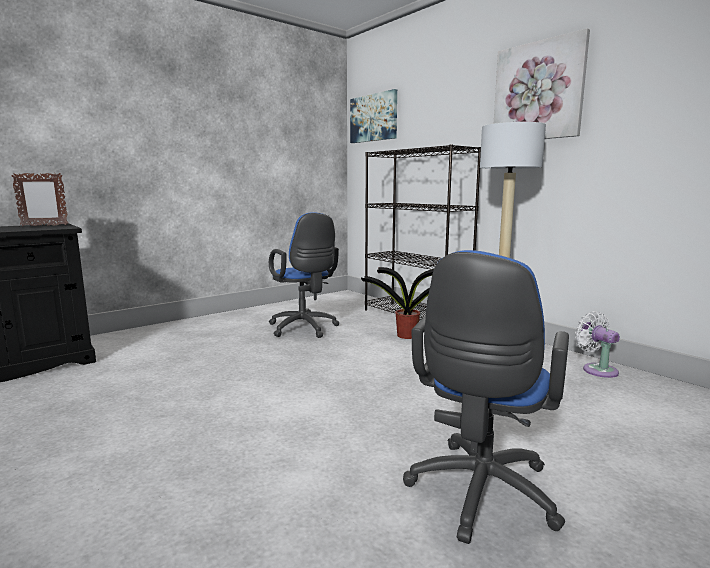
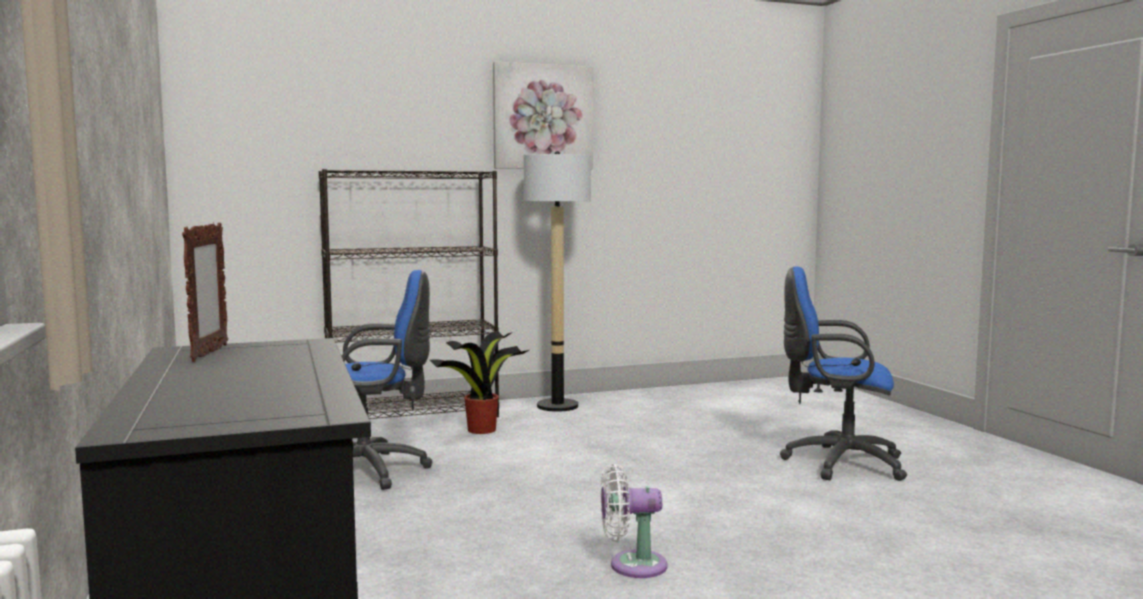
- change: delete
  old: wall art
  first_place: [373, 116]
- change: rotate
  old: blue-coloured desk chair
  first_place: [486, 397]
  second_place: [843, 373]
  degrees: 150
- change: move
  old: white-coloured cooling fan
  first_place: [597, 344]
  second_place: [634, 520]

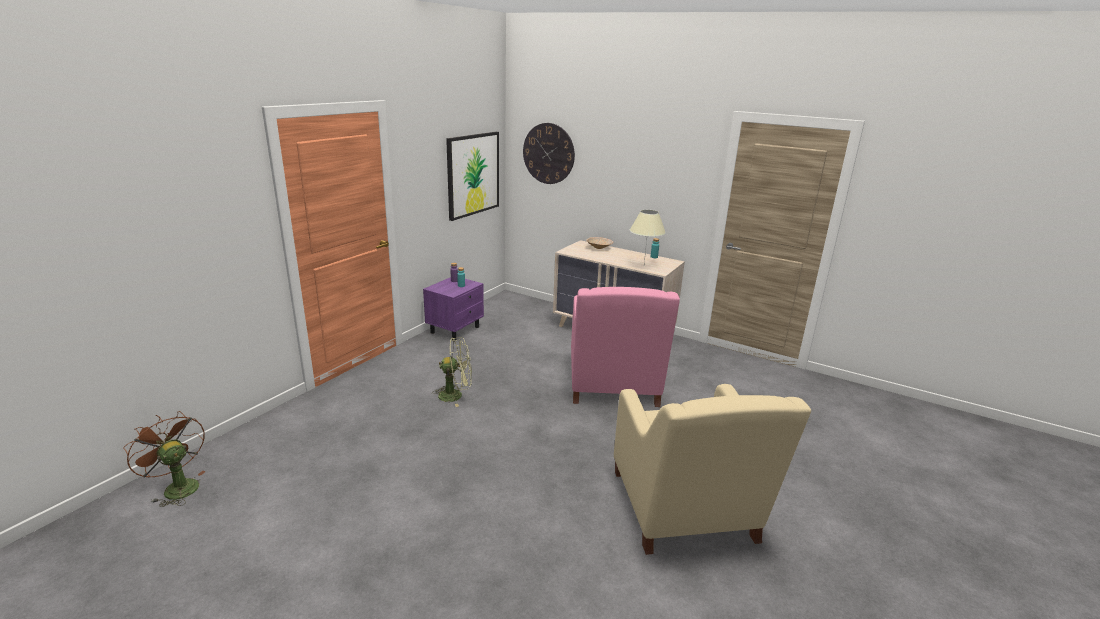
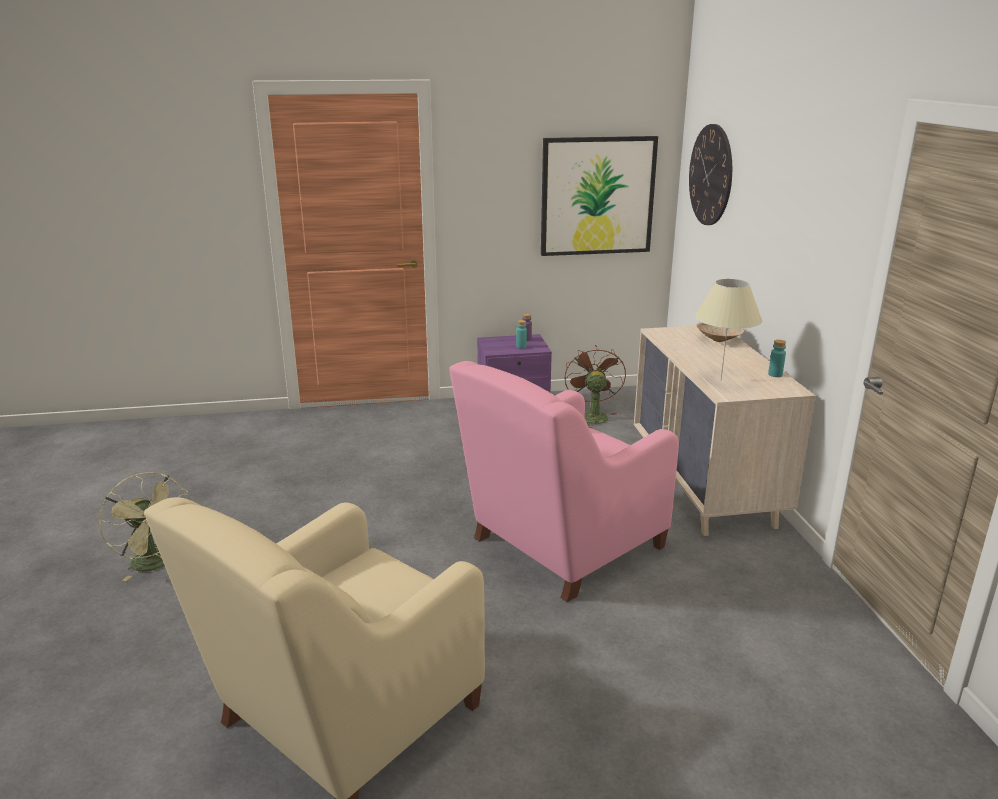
- change: move
  old: brown-coloured cooling fan
  first_place: [164, 459]
  second_place: [595, 386]
- change: move
  old: green cooling fan
  first_place: [452, 372]
  second_place: [143, 526]

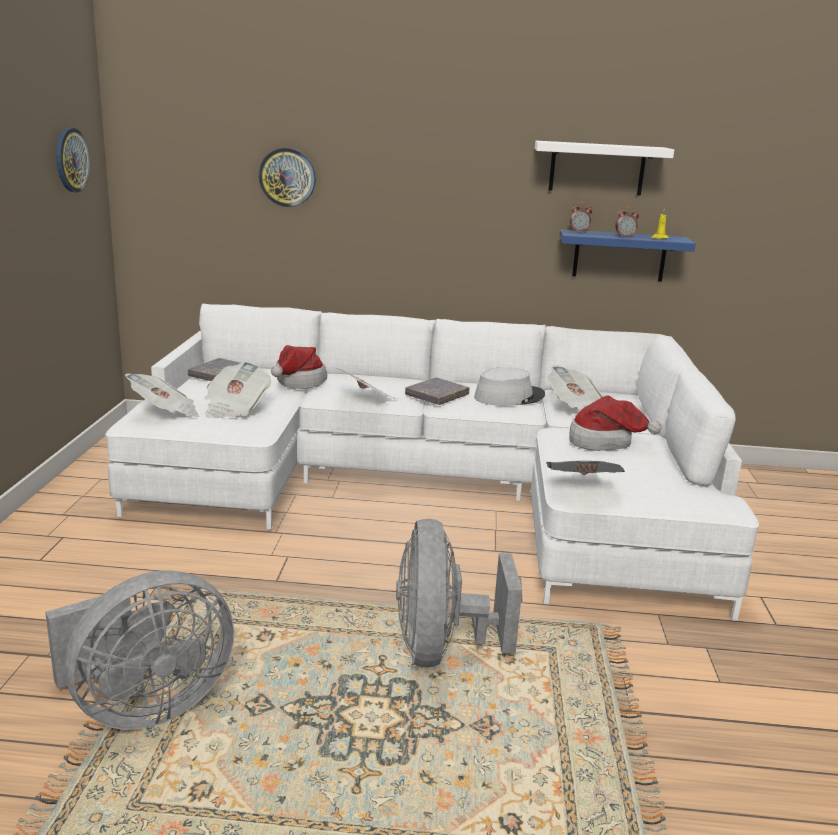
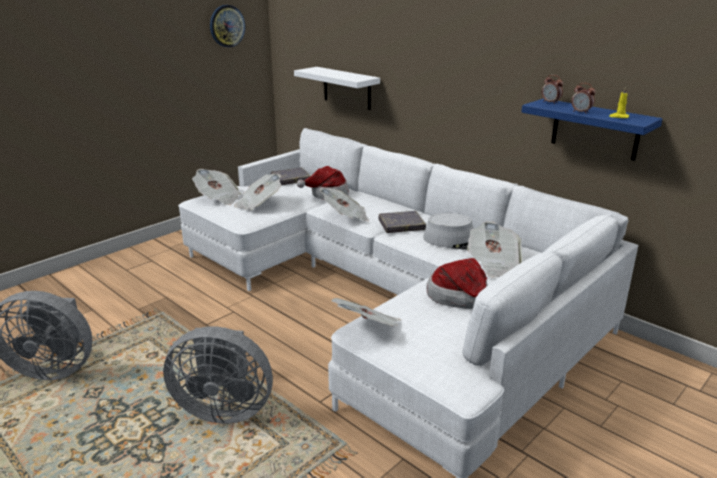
- change: delete
  old: clock on the wall
  first_place: [287, 177]
- change: rotate
  old: grey cooling fan
  first_place: [459, 593]
  second_place: [218, 375]
  degrees: -120
- change: move
  old: white-coloured shelf
  first_place: [604, 168]
  second_place: [337, 88]

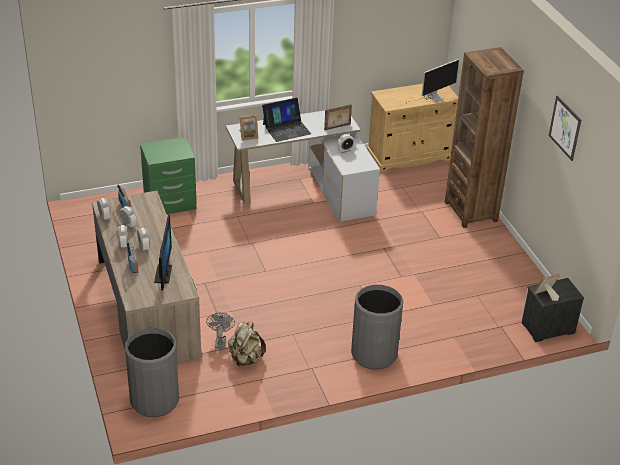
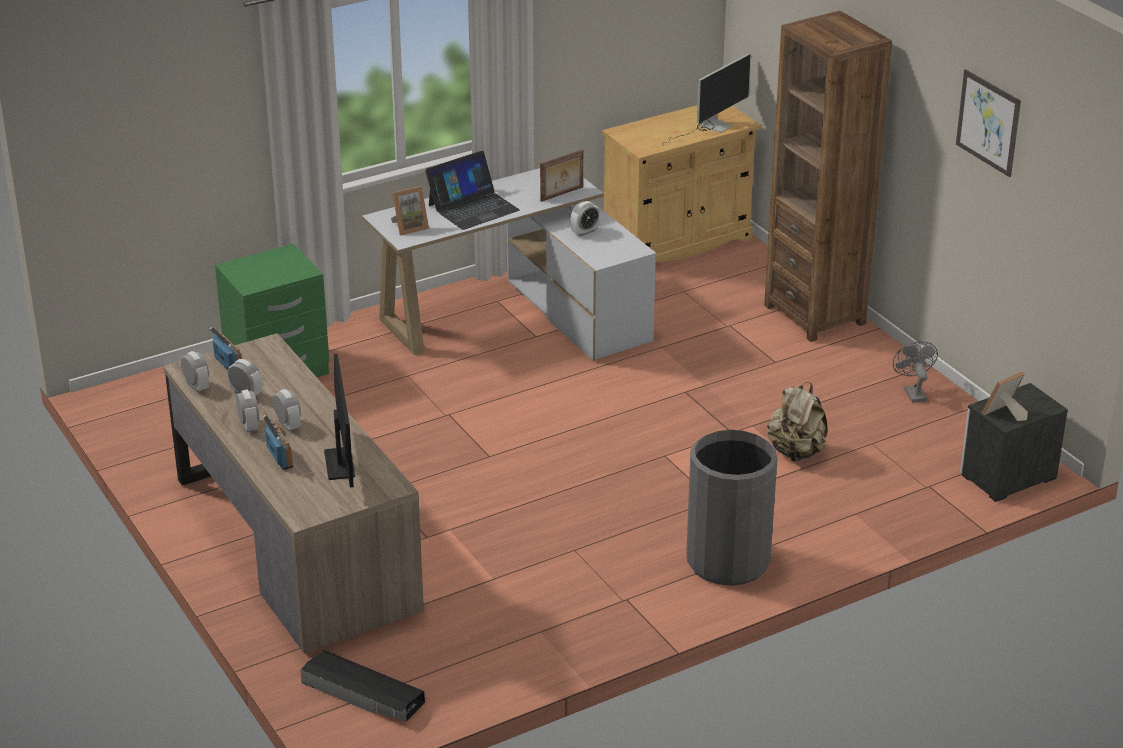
- change: replace
  old: grey rubbish bin
  new: black storage bin
  first_place: [152, 372]
  second_place: [363, 686]
- change: move
  old: grey cooling fan
  first_place: [220, 330]
  second_place: [915, 372]
- change: move
  old: beige-coloured backpack
  first_place: [247, 344]
  second_place: [798, 422]

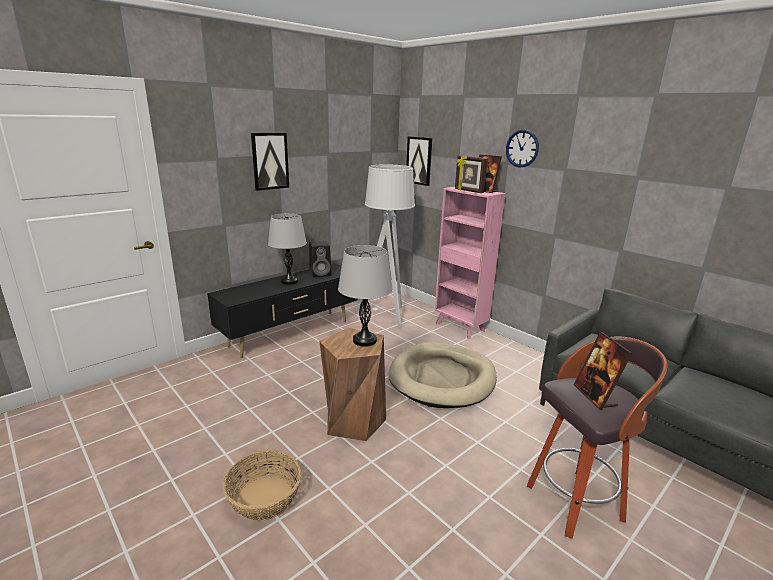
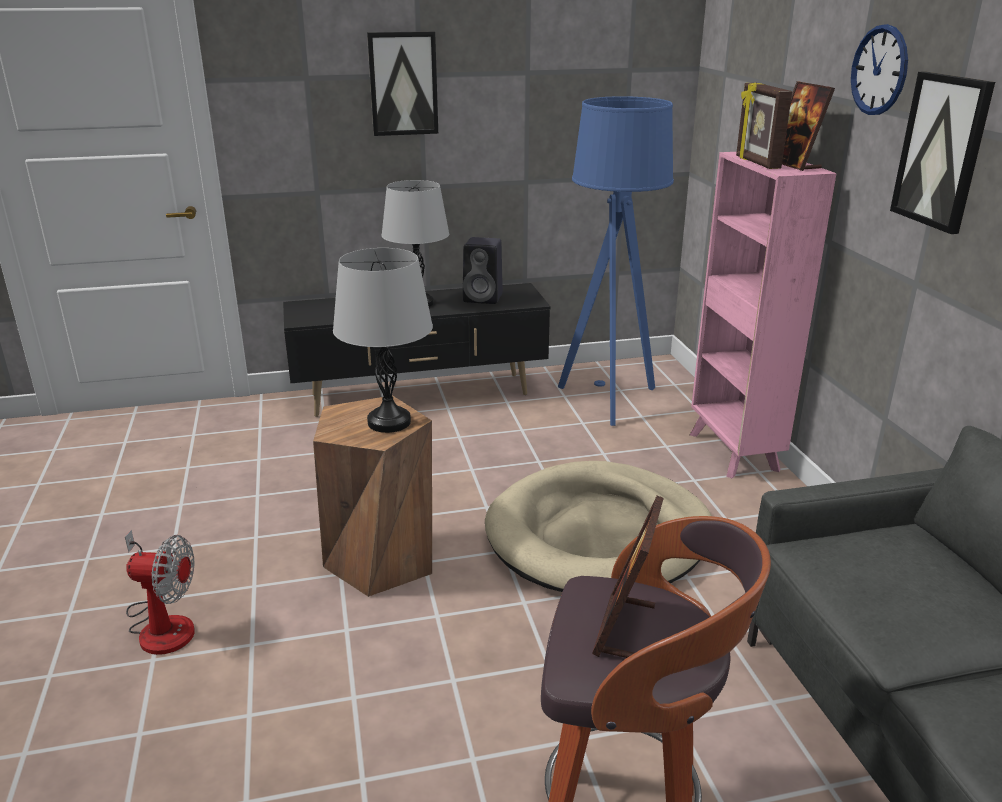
- change: replace
  old: household basket
  new: cooling fan
  first_place: [262, 486]
  second_place: [160, 592]
- change: recolor
  old: grey floor lamp
  new: blue-coloured floor lamp
  first_place: [386, 246]
  second_place: [616, 261]
- change: move
  old: wall art
  first_place: [419, 161]
  second_place: [942, 152]

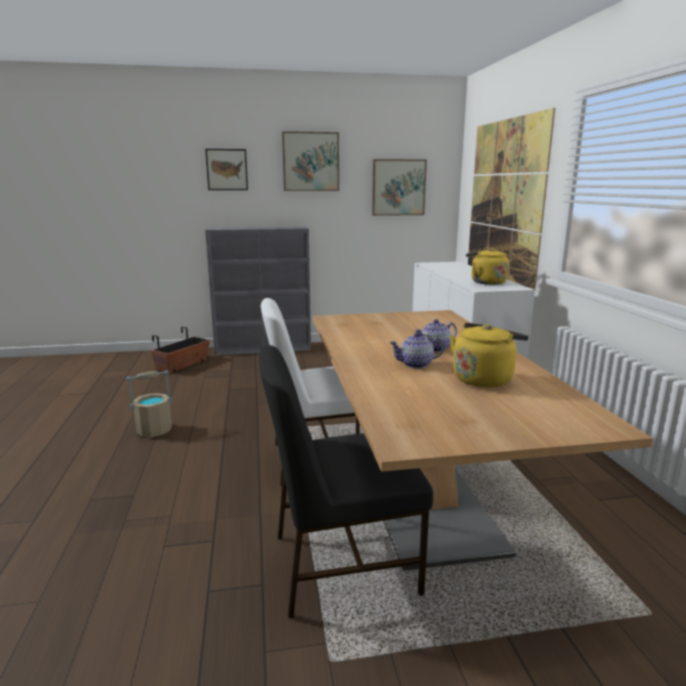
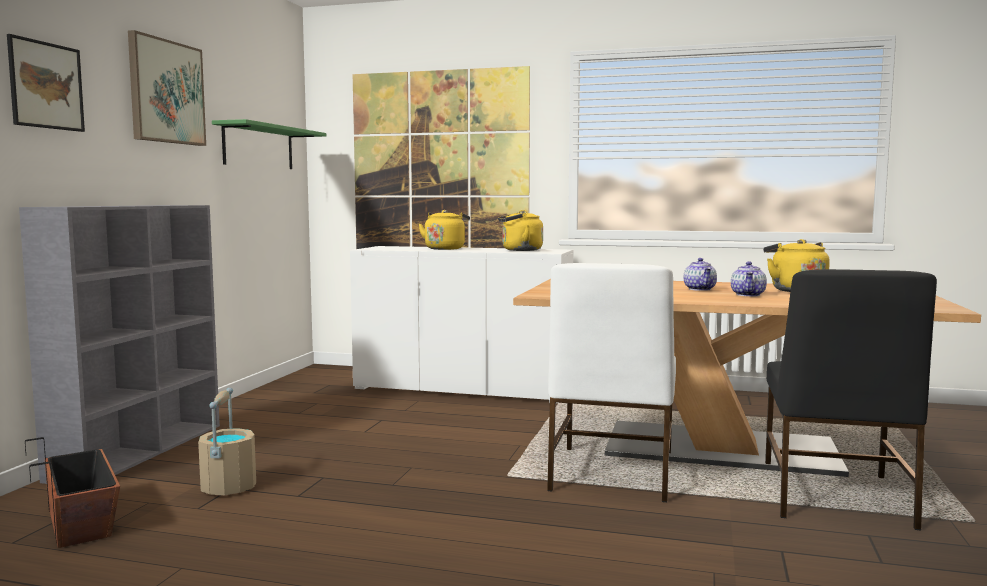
- change: move
  old: beige-coloured water bucket
  first_place: [149, 403]
  second_place: [227, 441]
- change: replace
  old: wall art
  new: green shelf
  first_place: [399, 187]
  second_place: [269, 144]
- change: insert
  new: yellowish tea kettle
  second_place: [444, 230]

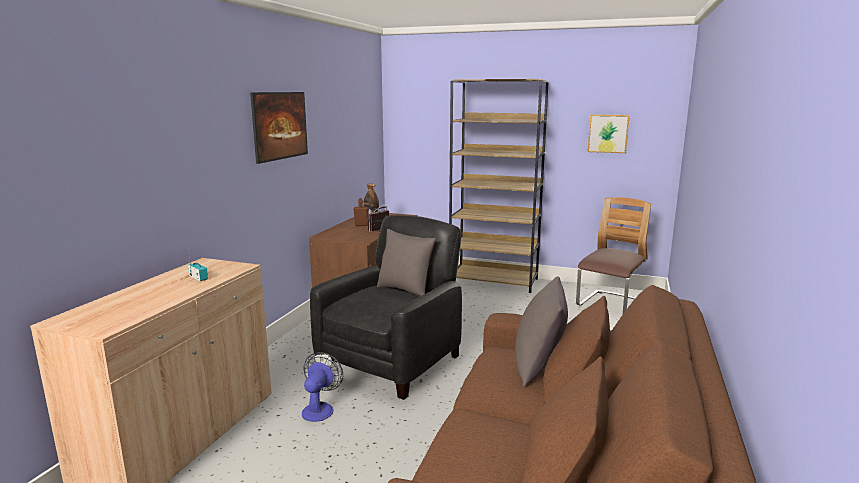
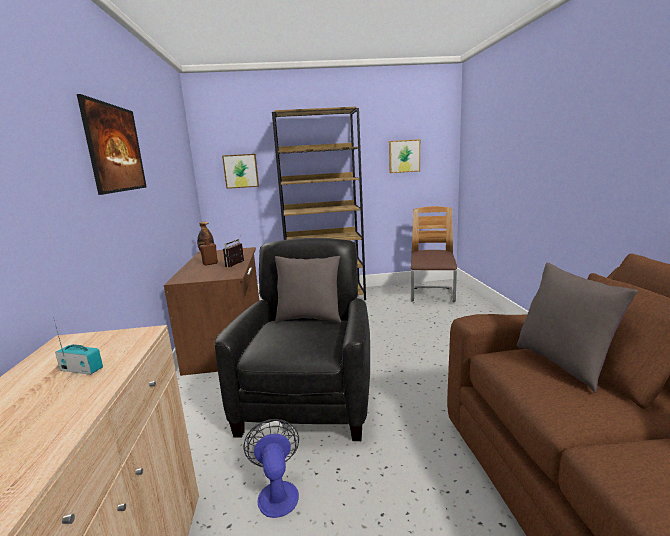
- change: insert
  new: wall art
  second_place: [240, 171]

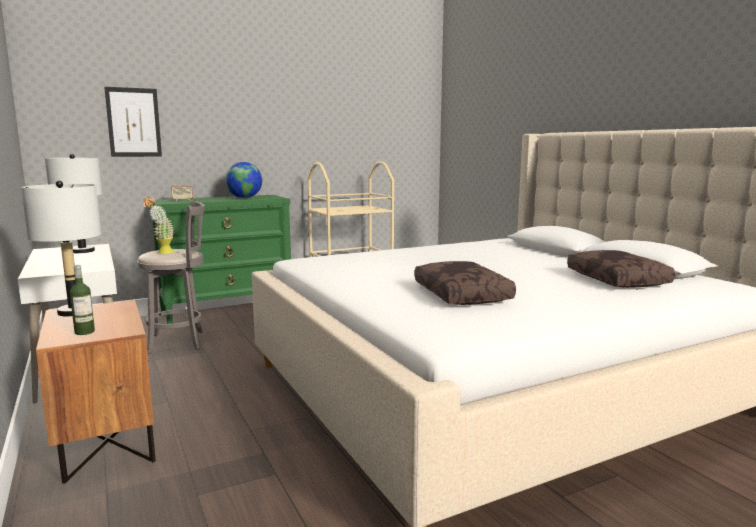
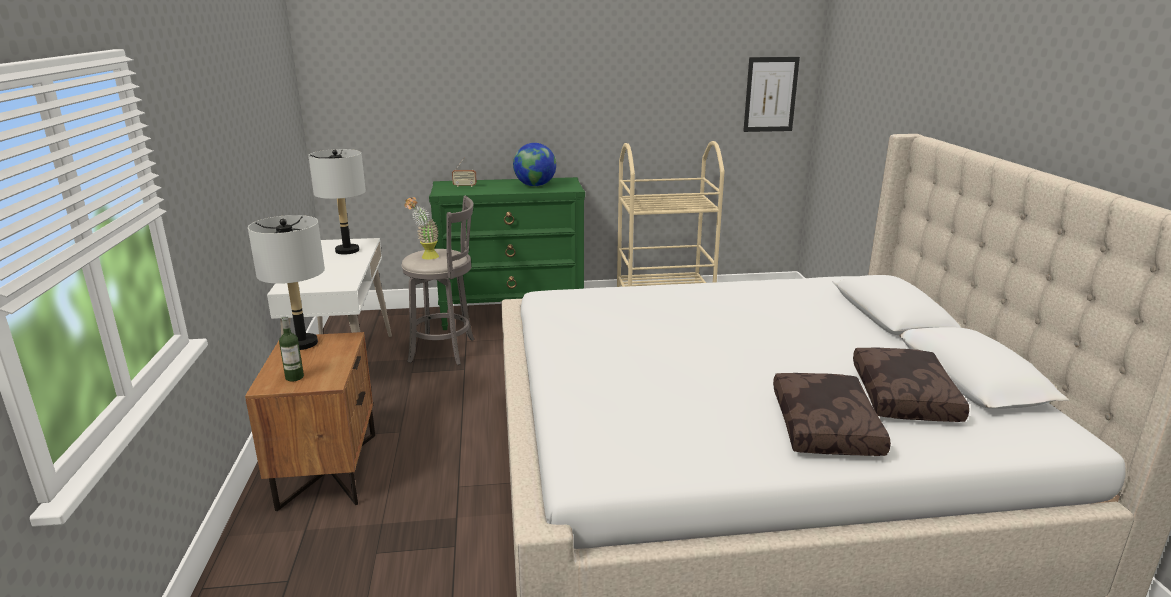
- change: move
  old: wall art
  first_place: [133, 122]
  second_place: [771, 94]
- change: move
  old: brown-coloured pillow
  first_place: [465, 283]
  second_place: [832, 414]

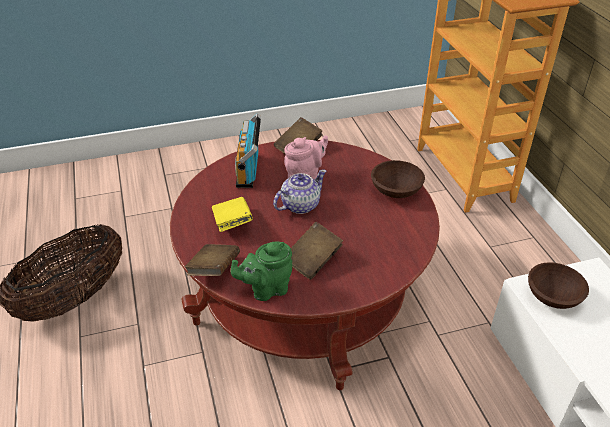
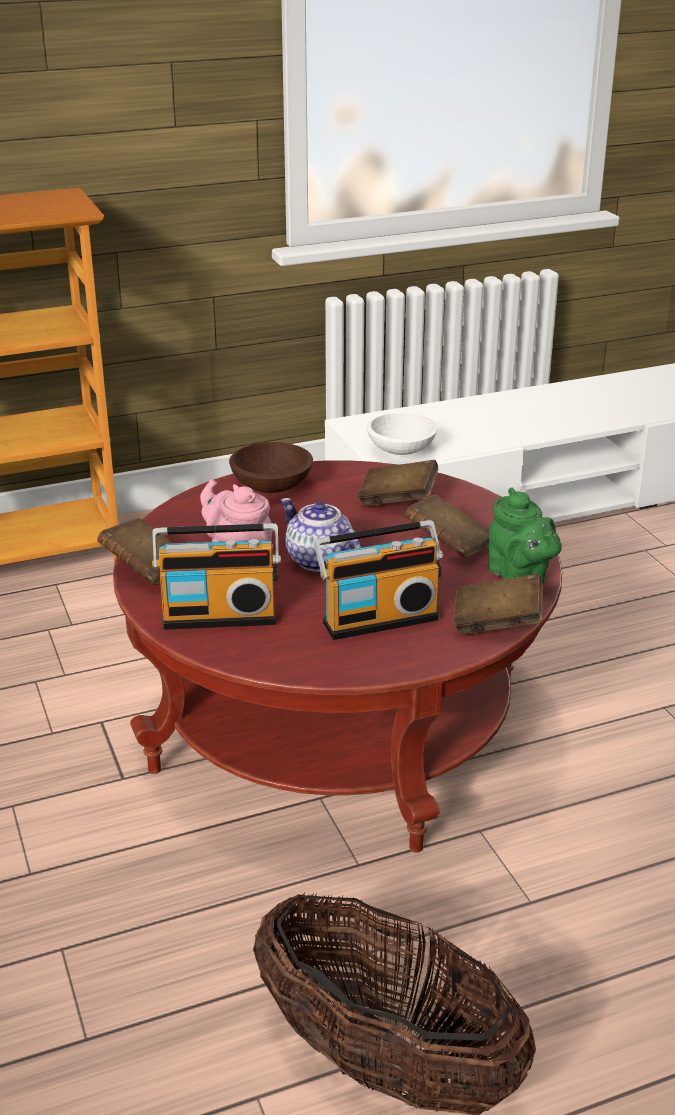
- change: replace
  old: yellowish bound book
  new: radio
  first_place: [232, 214]
  second_place: [378, 580]
- change: recolor
  old: brown-coloured bowl
  new: white-coloured bowl
  first_place: [558, 285]
  second_place: [402, 434]
- change: insert
  new: brown-coloured bound book
  second_place: [397, 483]

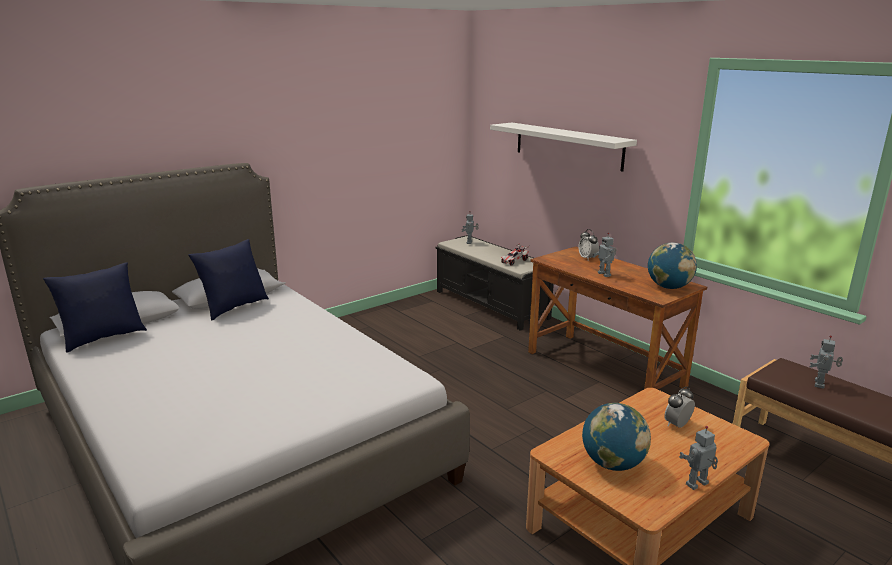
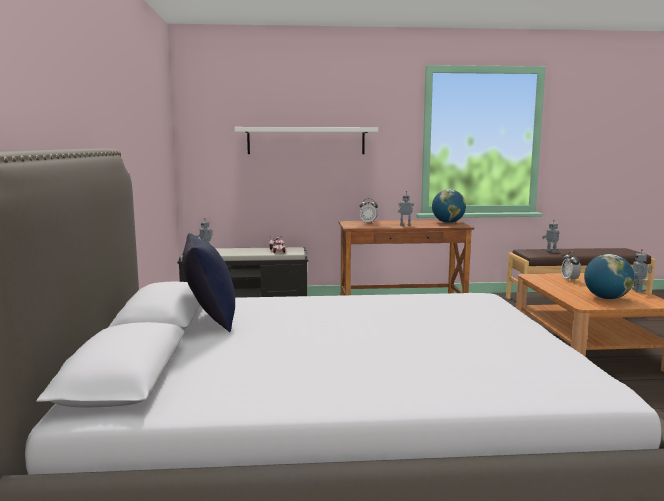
- change: delete
  old: blue-coloured pillow
  first_place: [95, 307]

